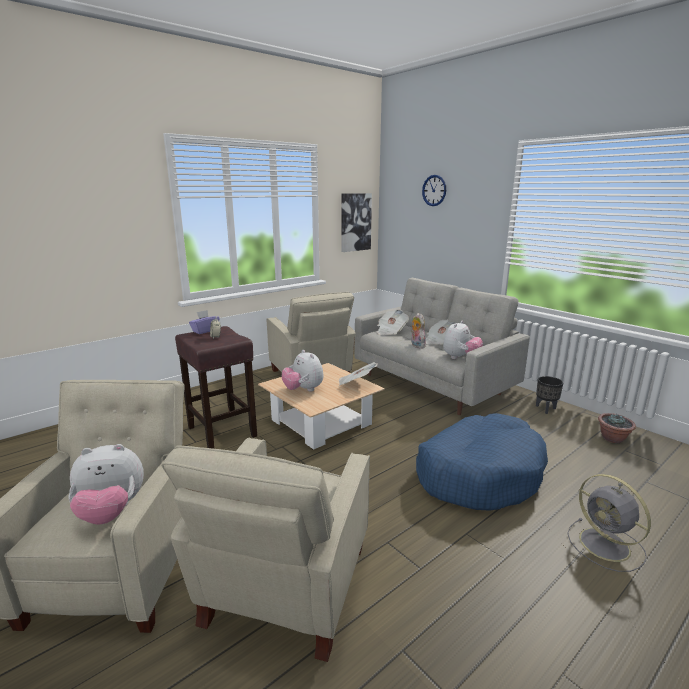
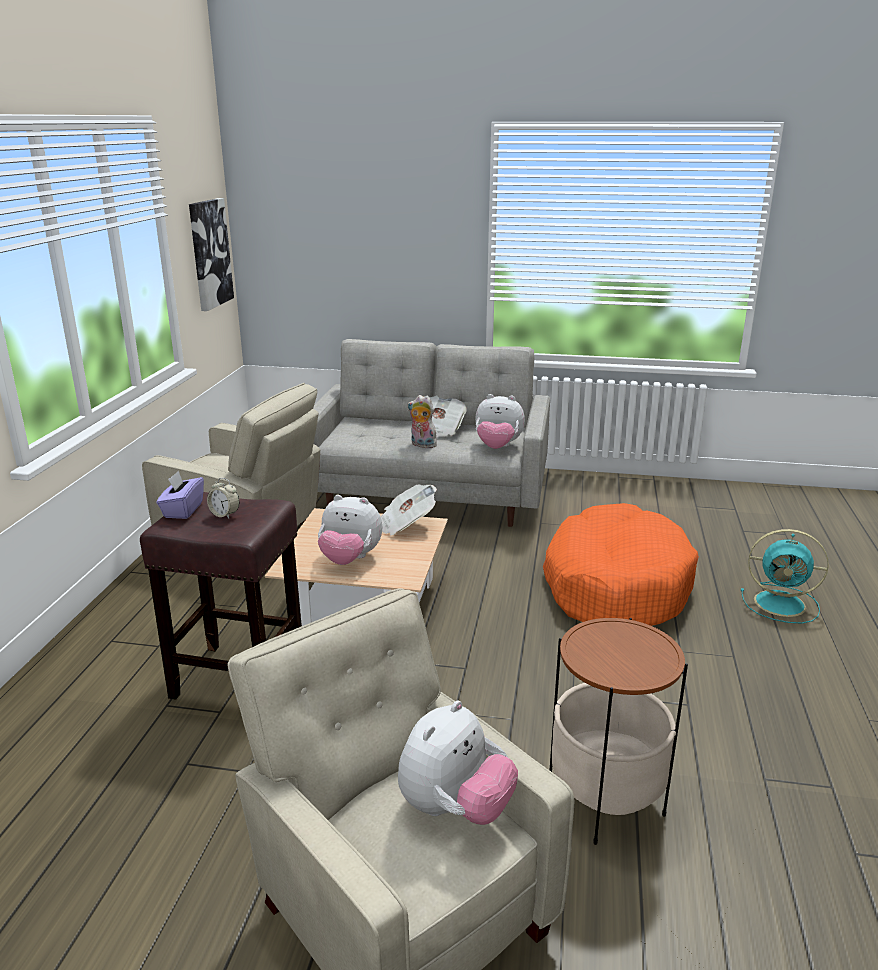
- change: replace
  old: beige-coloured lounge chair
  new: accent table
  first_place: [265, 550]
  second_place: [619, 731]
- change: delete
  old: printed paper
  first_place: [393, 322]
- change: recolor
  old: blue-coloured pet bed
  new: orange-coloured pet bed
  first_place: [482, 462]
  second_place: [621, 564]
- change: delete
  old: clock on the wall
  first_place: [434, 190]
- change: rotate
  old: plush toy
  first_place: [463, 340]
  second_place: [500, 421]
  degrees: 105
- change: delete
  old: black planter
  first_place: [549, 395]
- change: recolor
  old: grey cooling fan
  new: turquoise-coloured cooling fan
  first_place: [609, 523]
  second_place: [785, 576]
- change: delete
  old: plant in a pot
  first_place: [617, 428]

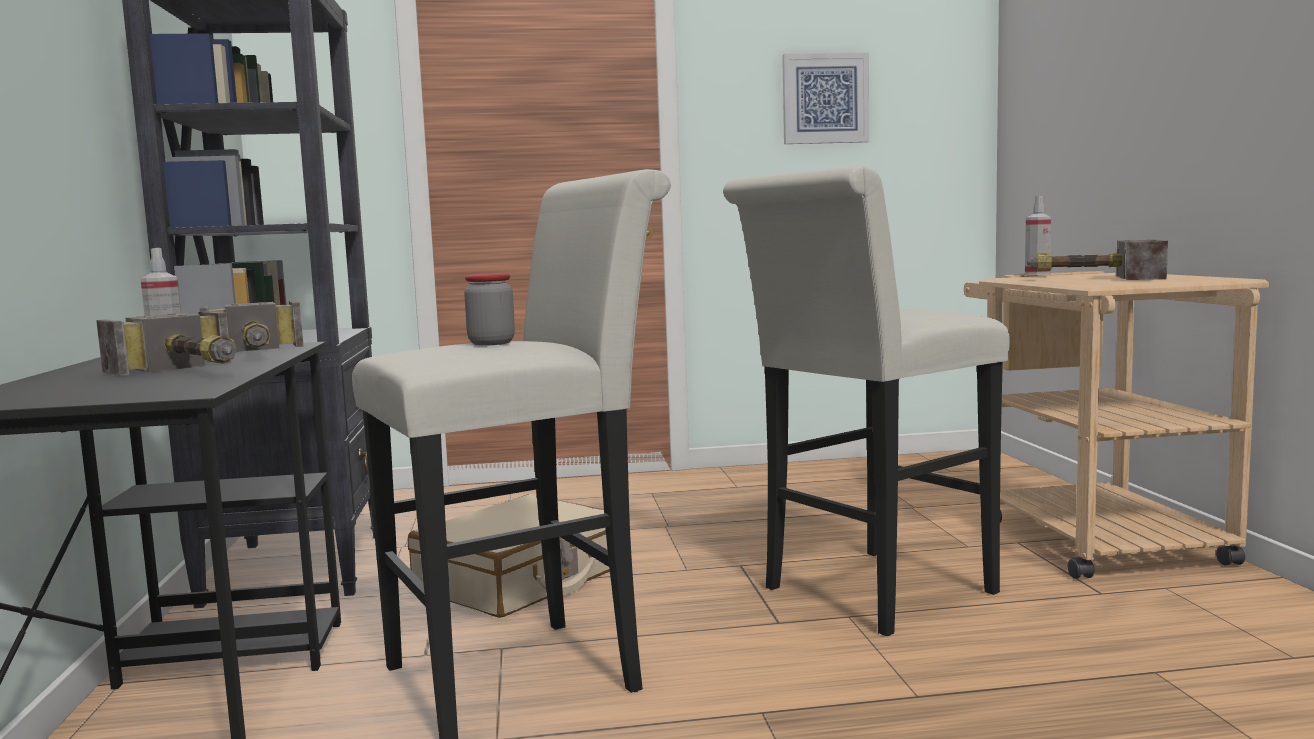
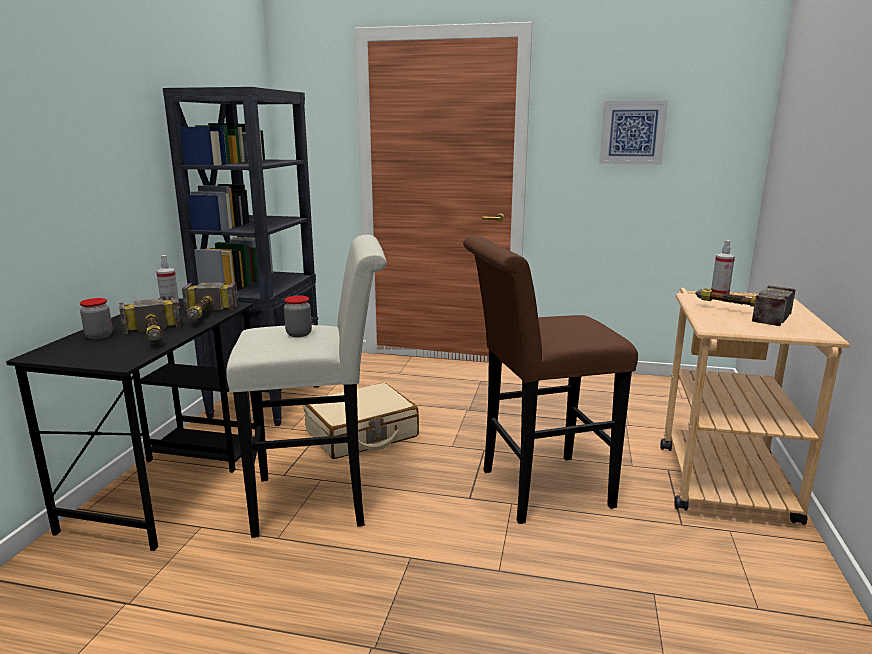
- change: recolor
  old: white-coloured stool
  new: brown-coloured stool
  first_place: [866, 401]
  second_place: [550, 380]
- change: insert
  new: jar
  second_place: [96, 318]

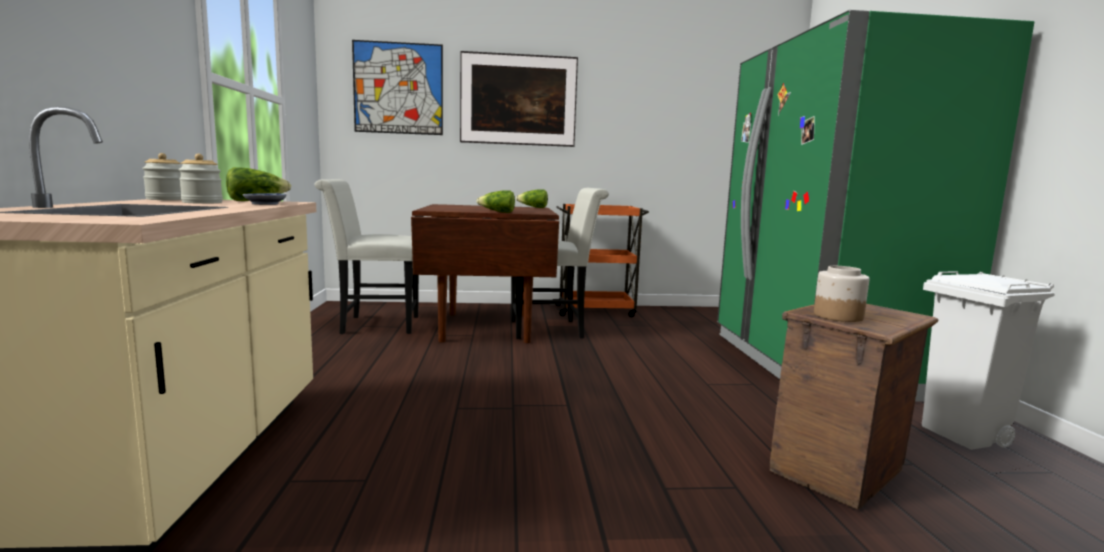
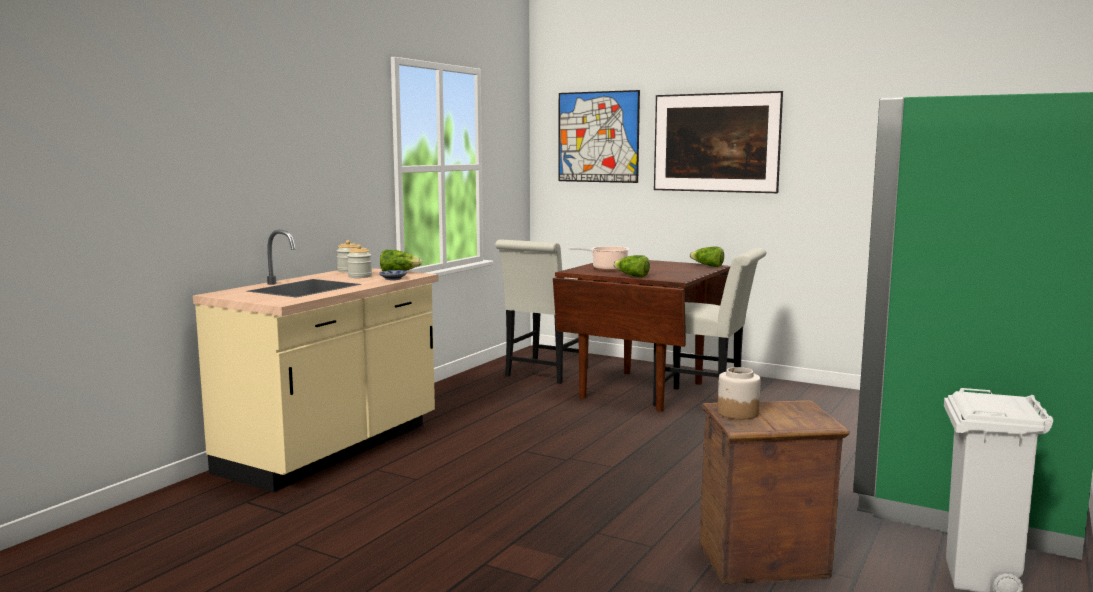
- change: rotate
  old: white-coloured plain chair
  first_place: [366, 256]
  second_place: [541, 311]
  degrees: -90
- change: delete
  old: orange-coloured trolley
  first_place: [601, 260]
- change: insert
  new: stockpot
  second_place: [599, 258]

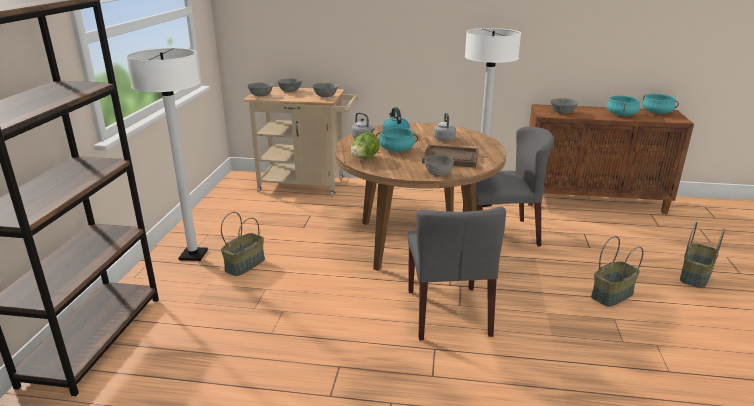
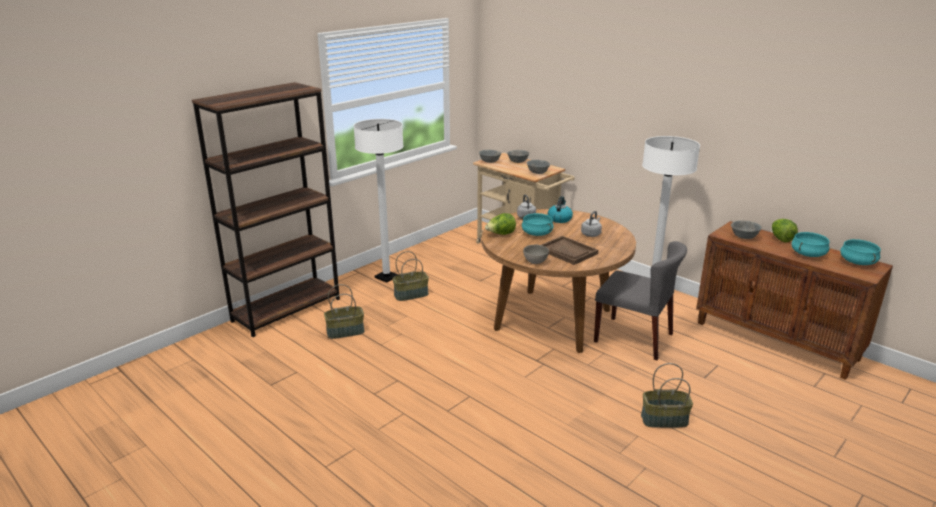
- change: delete
  old: grey plain chair
  first_place: [456, 273]
- change: move
  old: household basket
  first_place: [702, 254]
  second_place: [344, 311]
- change: insert
  new: head of lettuce
  second_place: [785, 230]

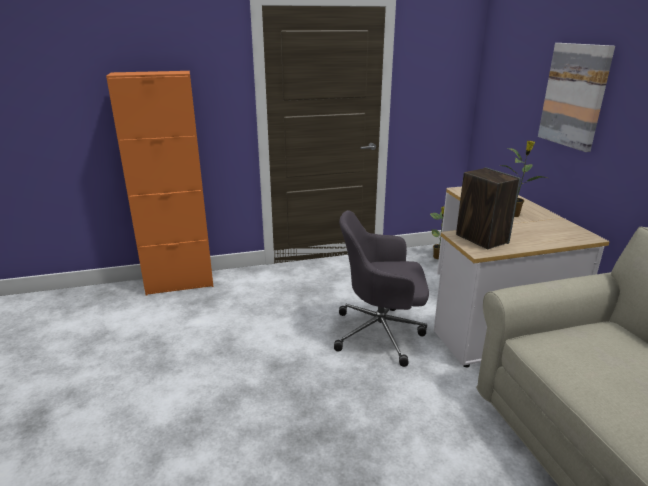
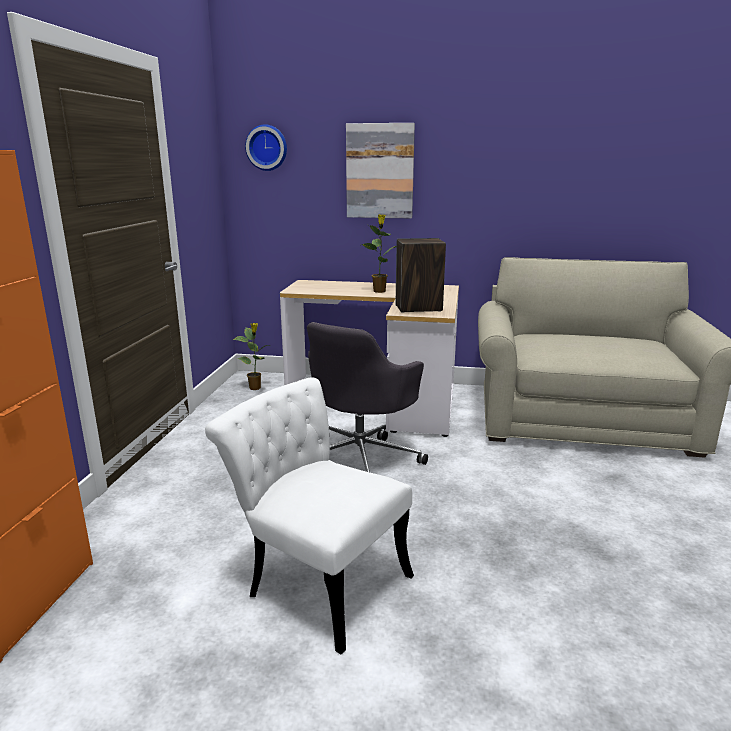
- change: insert
  new: white-coloured plain chair
  second_place: [309, 515]
- change: insert
  new: clock on the wall
  second_place: [266, 147]

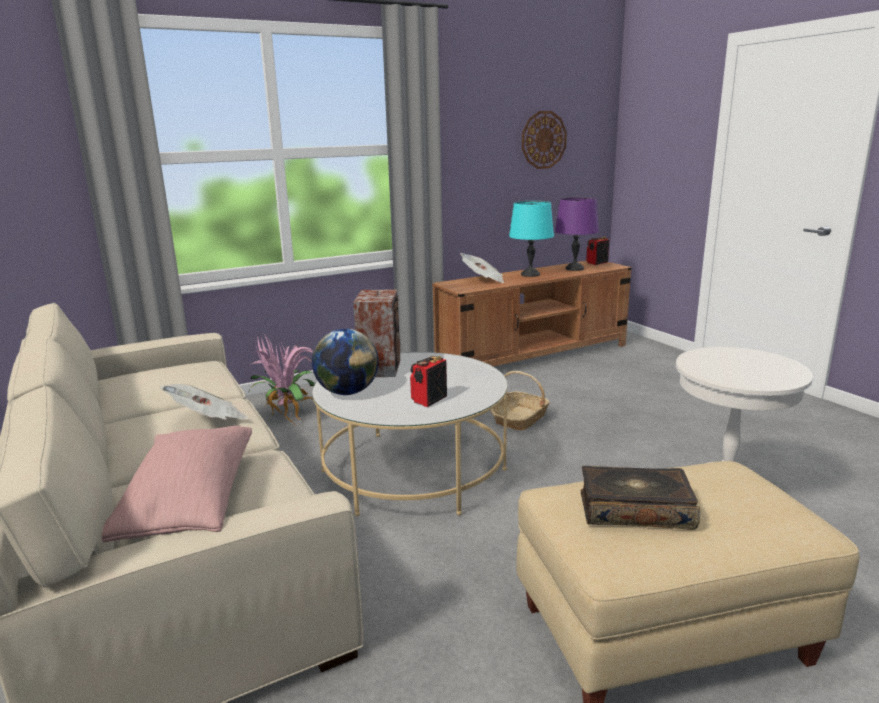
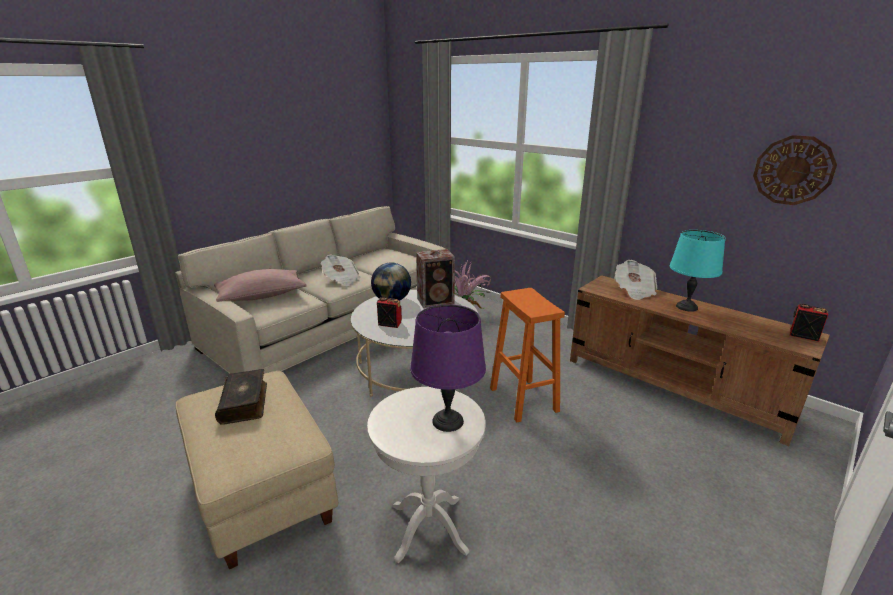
- change: replace
  old: household basket
  new: orange-coloured stool
  first_place: [520, 400]
  second_place: [527, 355]
- change: move
  old: purple-coloured table lamp
  first_place: [577, 234]
  second_place: [448, 368]

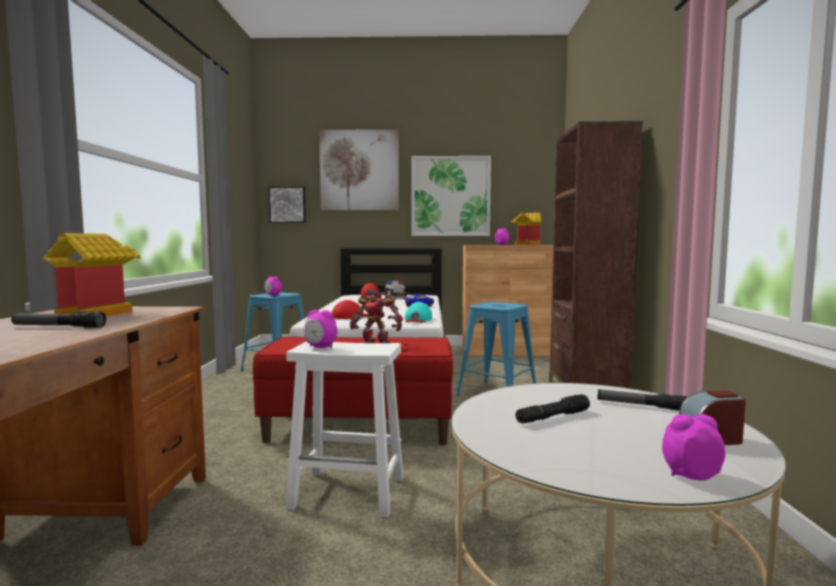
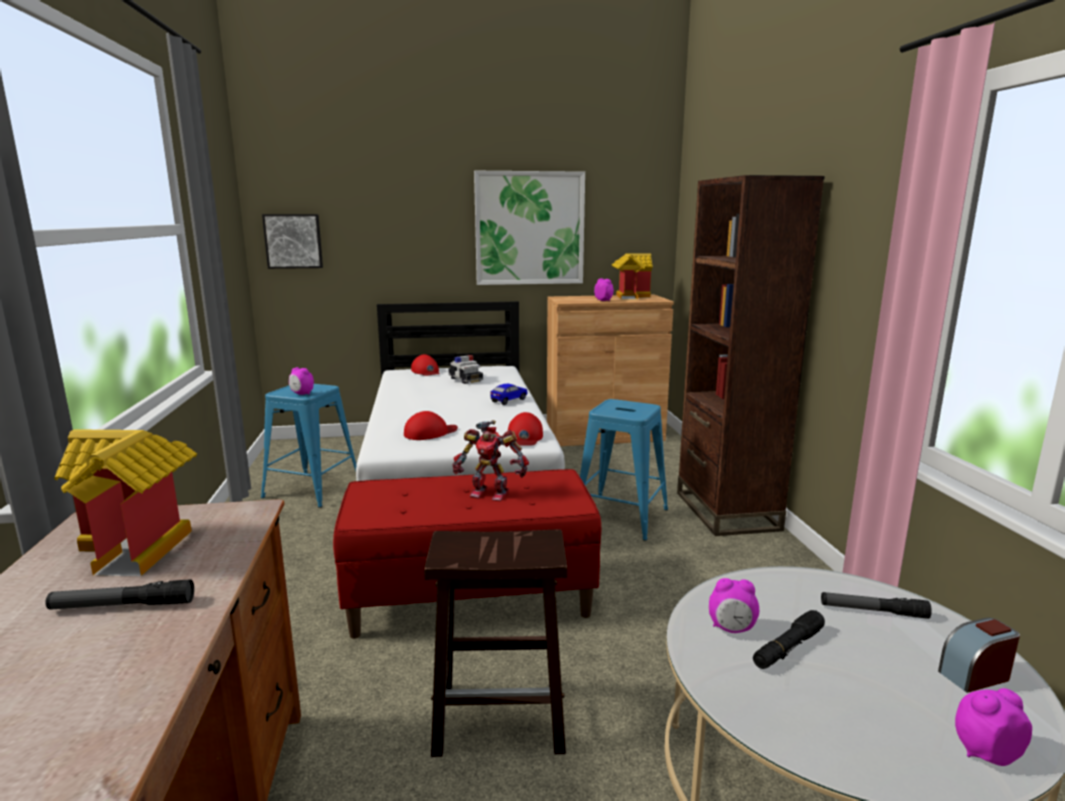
- change: recolor
  old: white-coloured stool
  new: brown-coloured stool
  first_place: [345, 429]
  second_place: [495, 643]
- change: move
  old: table clock
  first_place: [320, 329]
  second_place: [734, 605]
- change: delete
  old: wall art
  first_place: [359, 169]
- change: recolor
  old: turquoise-coloured baseball cap
  new: red-coloured baseball cap
  first_place: [418, 312]
  second_place: [525, 429]

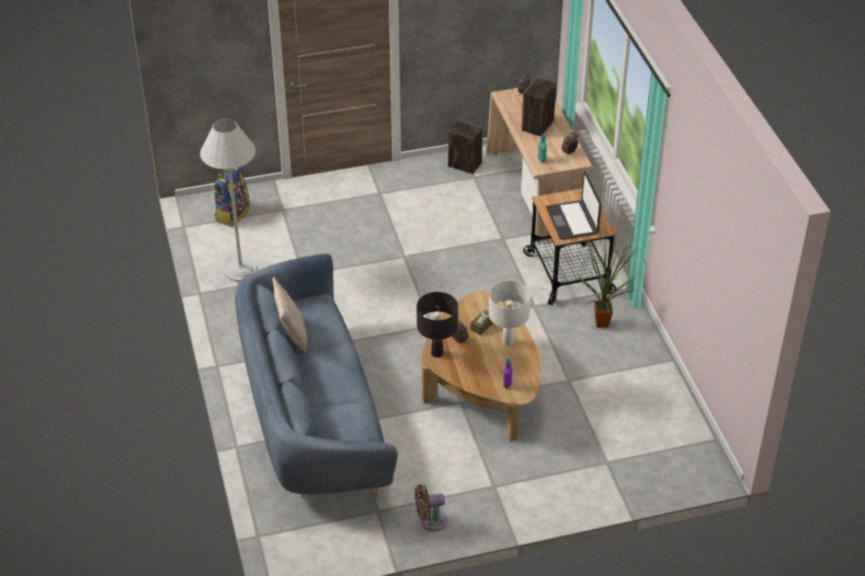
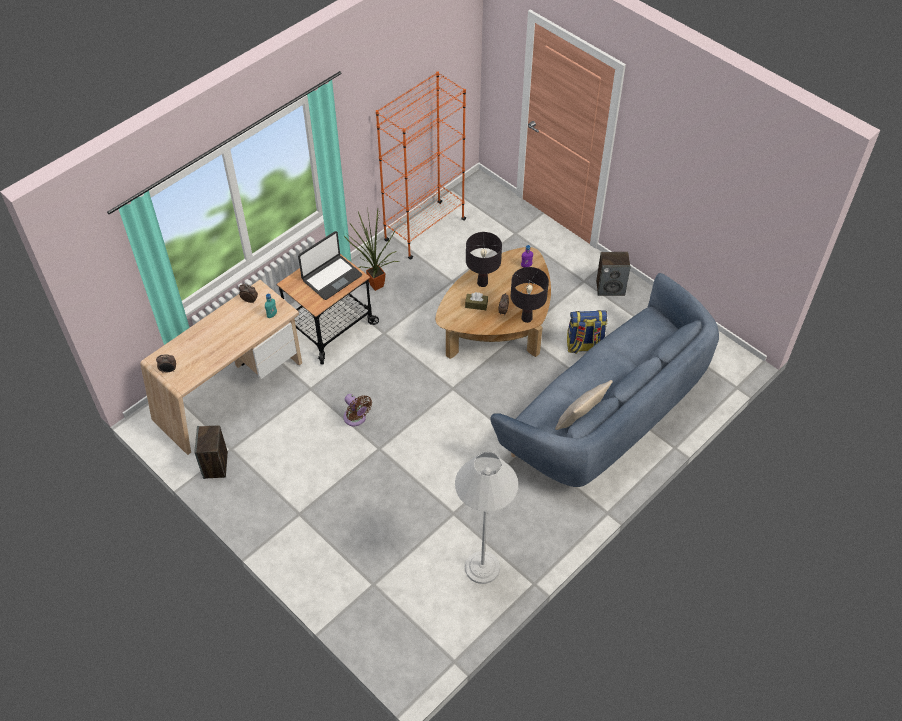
- change: move
  old: backpack
  first_place: [231, 196]
  second_place: [587, 332]
- change: move
  old: brown-coloured cooling fan
  first_place: [431, 507]
  second_place: [357, 410]
- change: recolor
  old: white-coloured table lamp
  new: black table lamp
  first_place: [510, 313]
  second_place: [484, 259]
- change: move
  old: audio speaker
  first_place: [538, 107]
  second_place: [613, 274]
- change: insert
  new: orange-coloured bookshelf
  second_place: [421, 165]

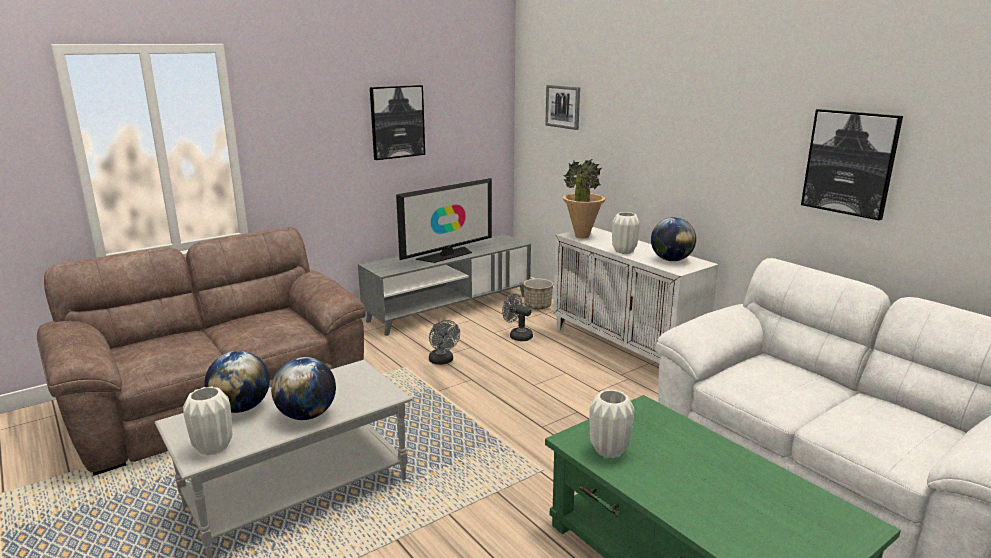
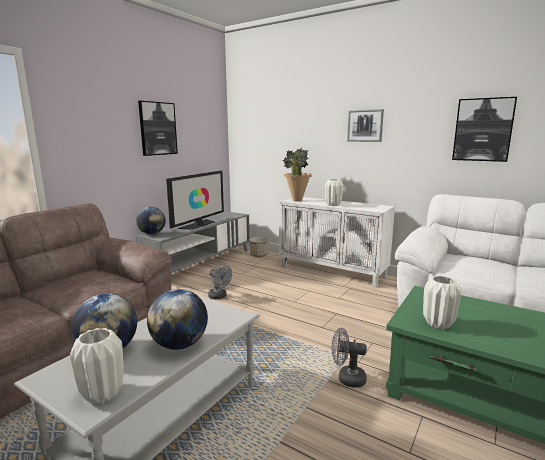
- change: move
  old: grey cooling fan
  first_place: [517, 317]
  second_place: [349, 358]
- change: move
  old: wall art
  first_place: [562, 107]
  second_place: [365, 125]
- change: move
  old: desk globe
  first_place: [673, 239]
  second_place: [151, 221]

